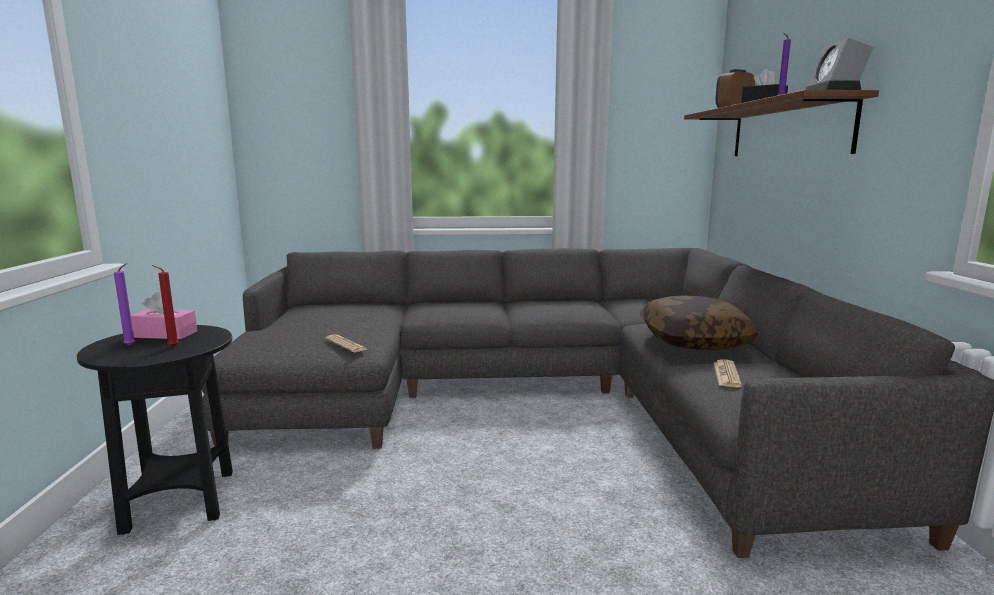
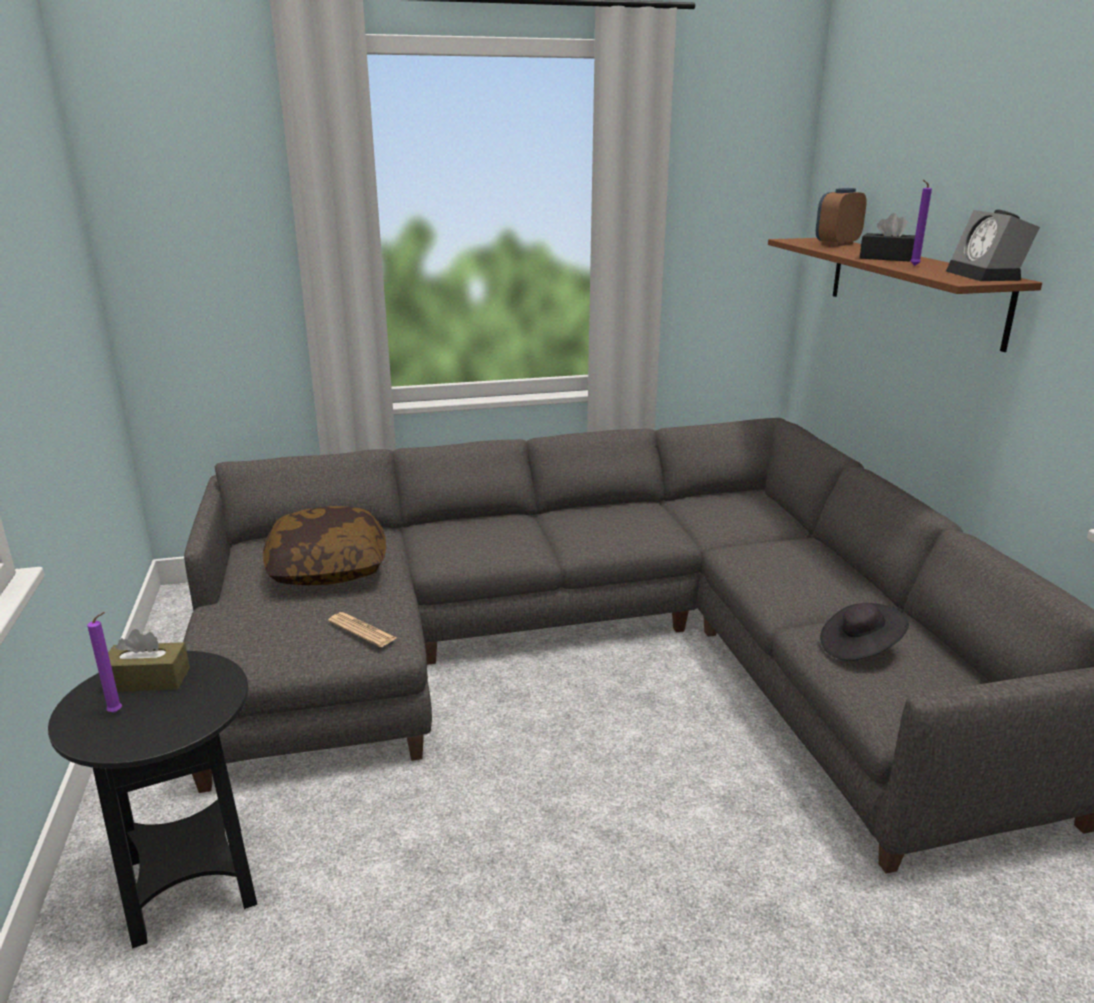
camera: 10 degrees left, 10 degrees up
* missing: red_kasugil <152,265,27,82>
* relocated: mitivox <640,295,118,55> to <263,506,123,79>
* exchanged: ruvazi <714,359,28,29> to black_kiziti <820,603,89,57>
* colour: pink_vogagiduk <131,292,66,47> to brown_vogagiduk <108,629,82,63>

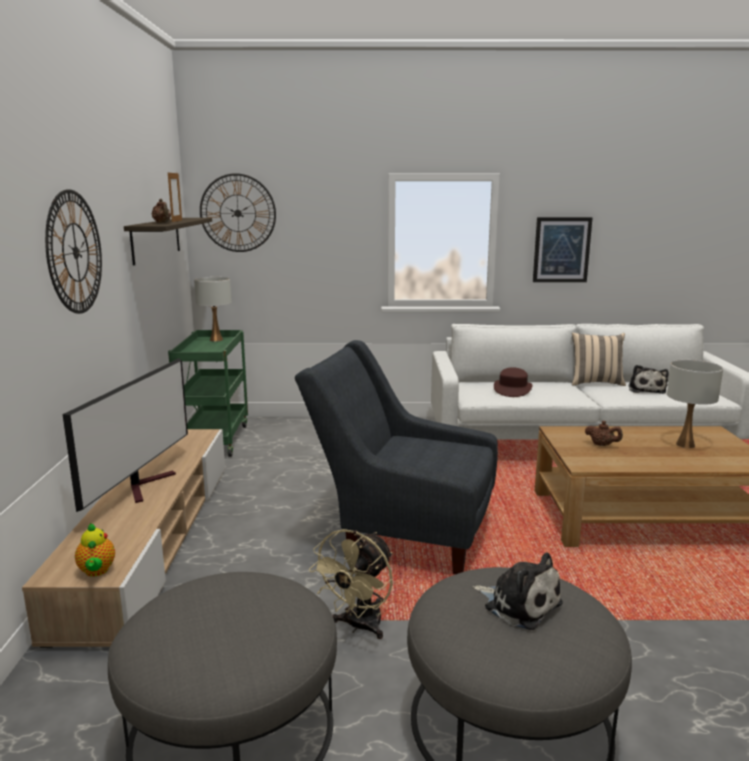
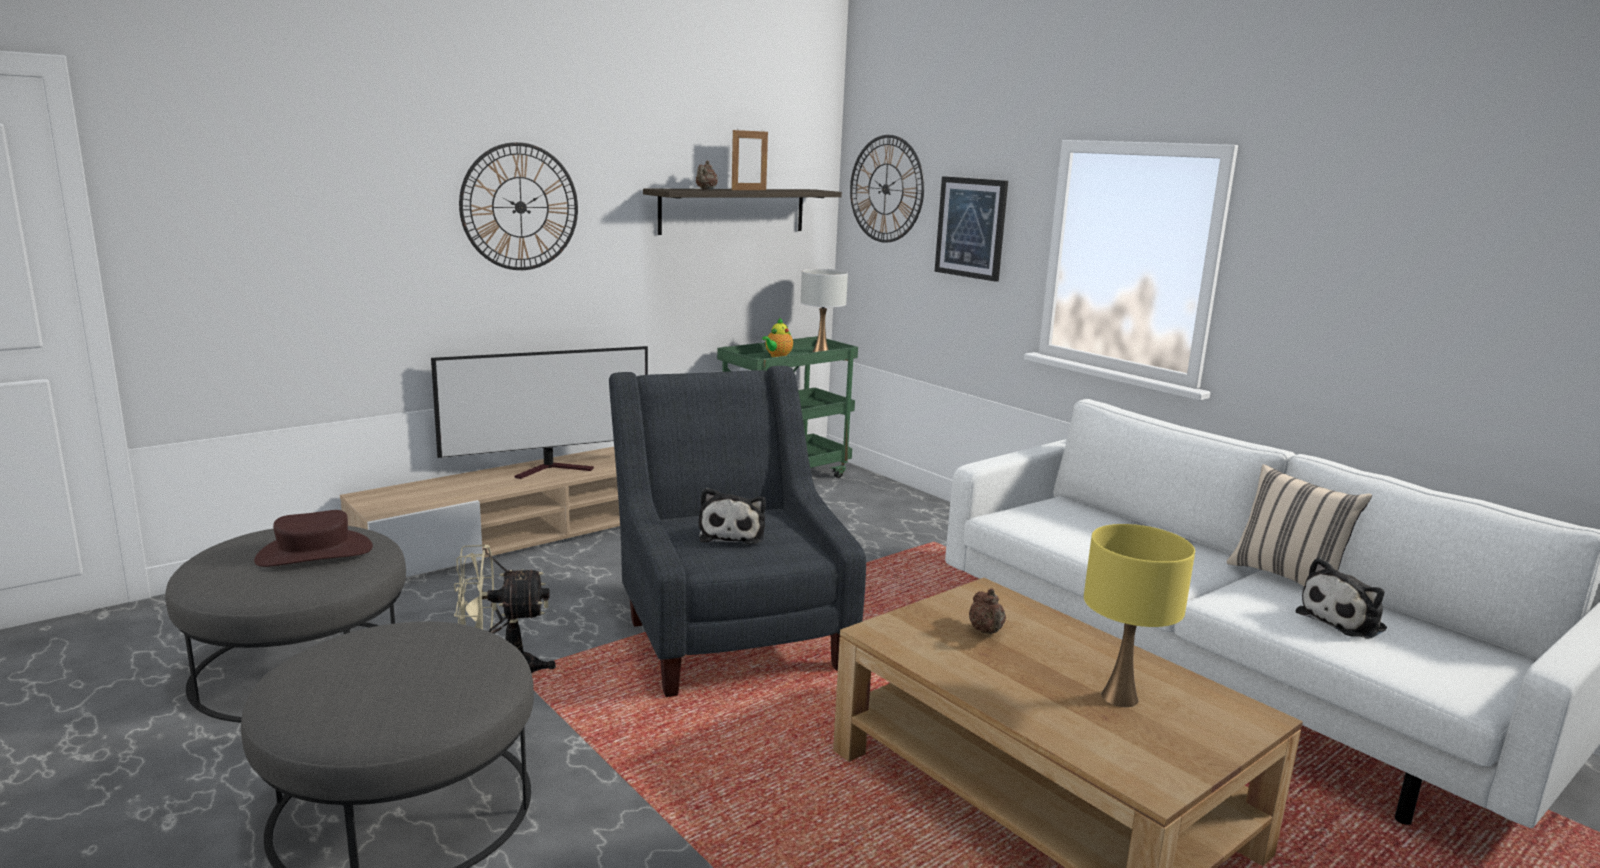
camera: 50 degrees right, 0 degrees up
* relocated: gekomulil <75,523,40,54> to <762,318,31,39>
* relocated: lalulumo <473,553,90,77> to <699,488,67,57>
* relocated: brown_kiziti <494,367,38,30> to <254,510,119,57>
* relocated: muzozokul <533,217,60,65> to <935,176,73,106>
* colour: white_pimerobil <667,360,56,88> to yellow_pimerobil <1084,524,111,183>

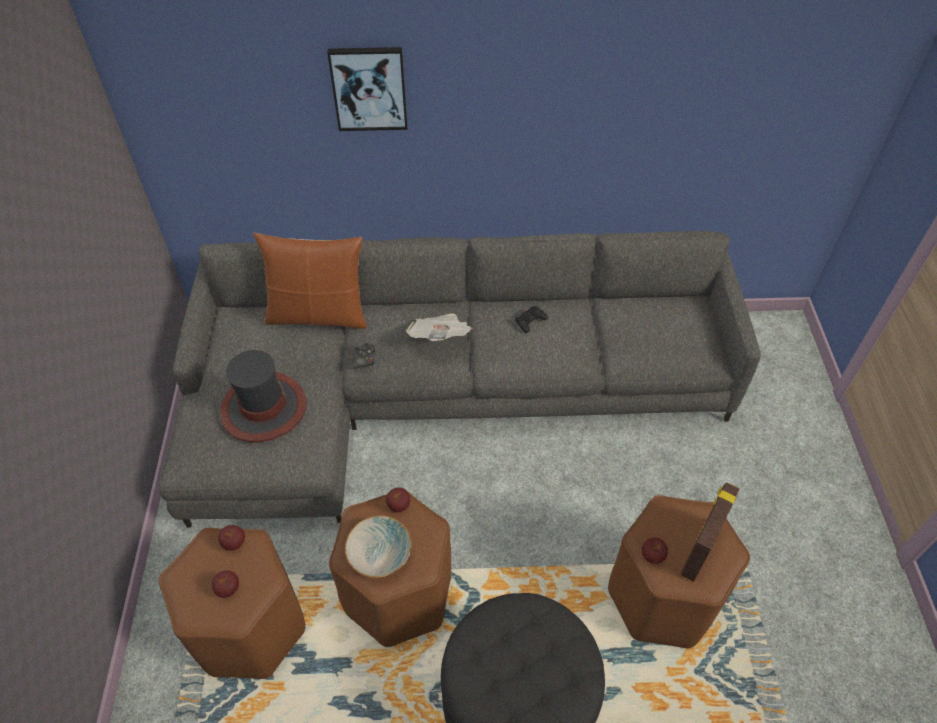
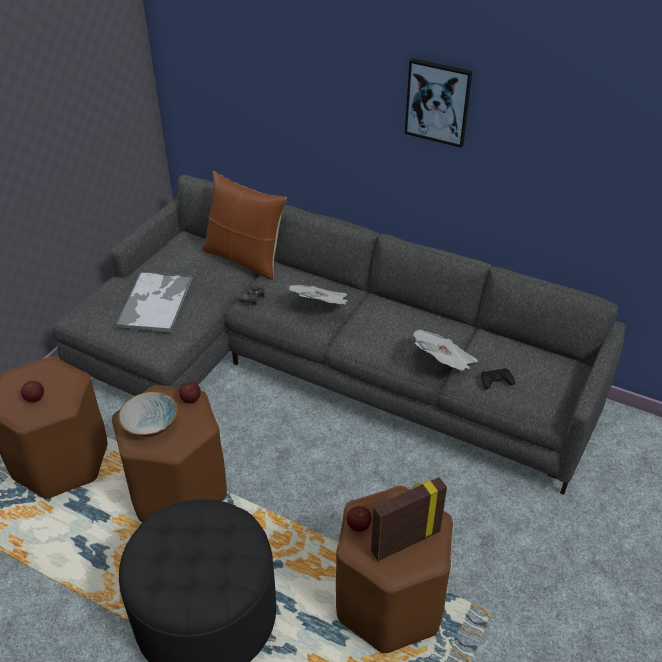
camera: 30 degrees right, 10 degrees down
* missing: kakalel <218,525,27,26>
* appeared: ruvazi <413,330,65,41>
* relocated: muzozokul <327,47,80,84> to <405,58,67,90>
* relocated: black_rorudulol <515,306,33,27> to <481,368,34,21>
* exchanged: kiziti <220,350,87,92> to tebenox <114,272,79,61>

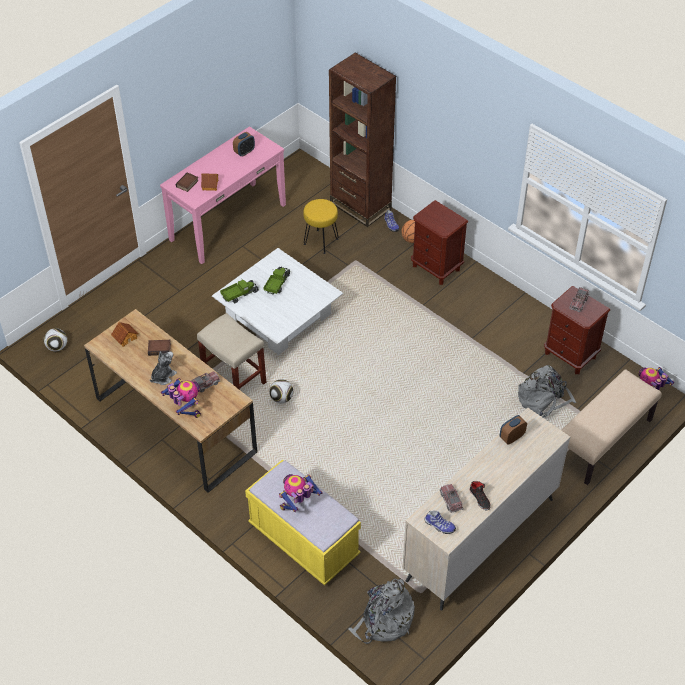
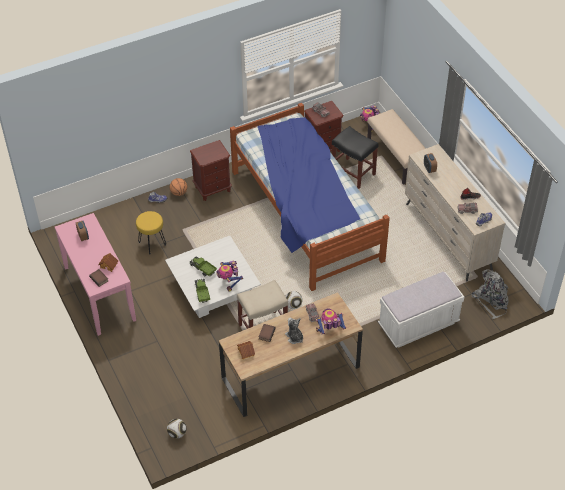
camera: 70 degrees left, 0 degrees up
* missing: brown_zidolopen <329,52,67,175>
* appeared: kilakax <230,103,160,188>
* relocated: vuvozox <279,474,44,38> to <216,261,27,30>
* exchanged: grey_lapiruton <518,365,59,53> to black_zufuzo <332,126,46,63>
* colour: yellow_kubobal <245,460,116,126> to white_kubobal <378,272,86,76>

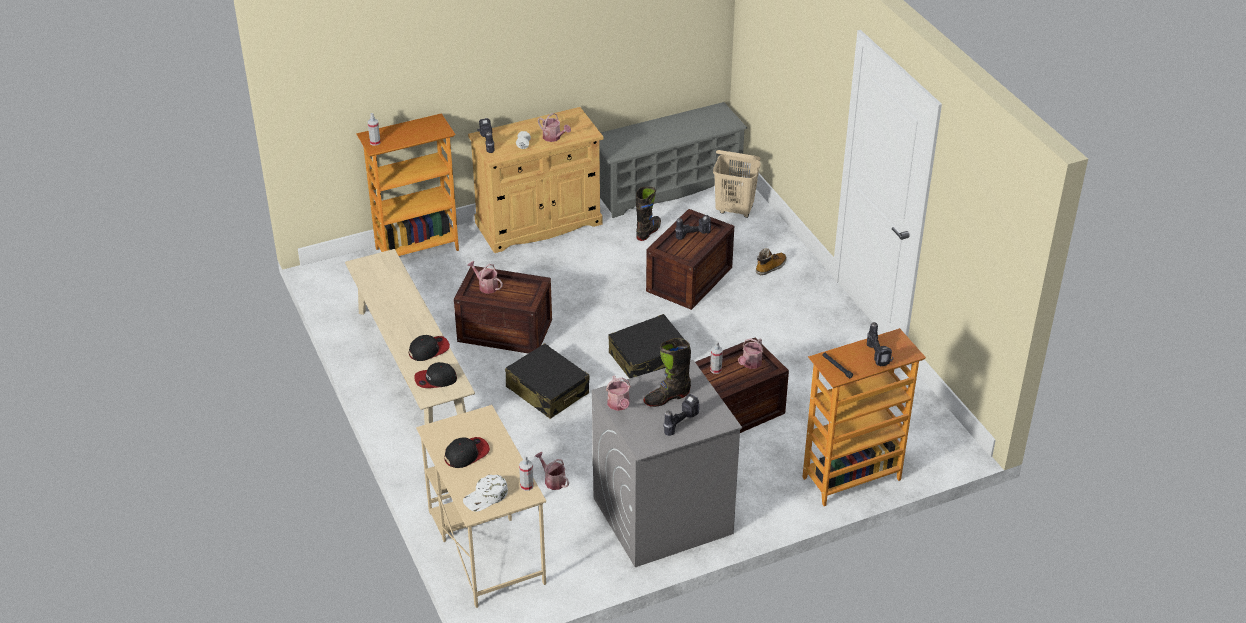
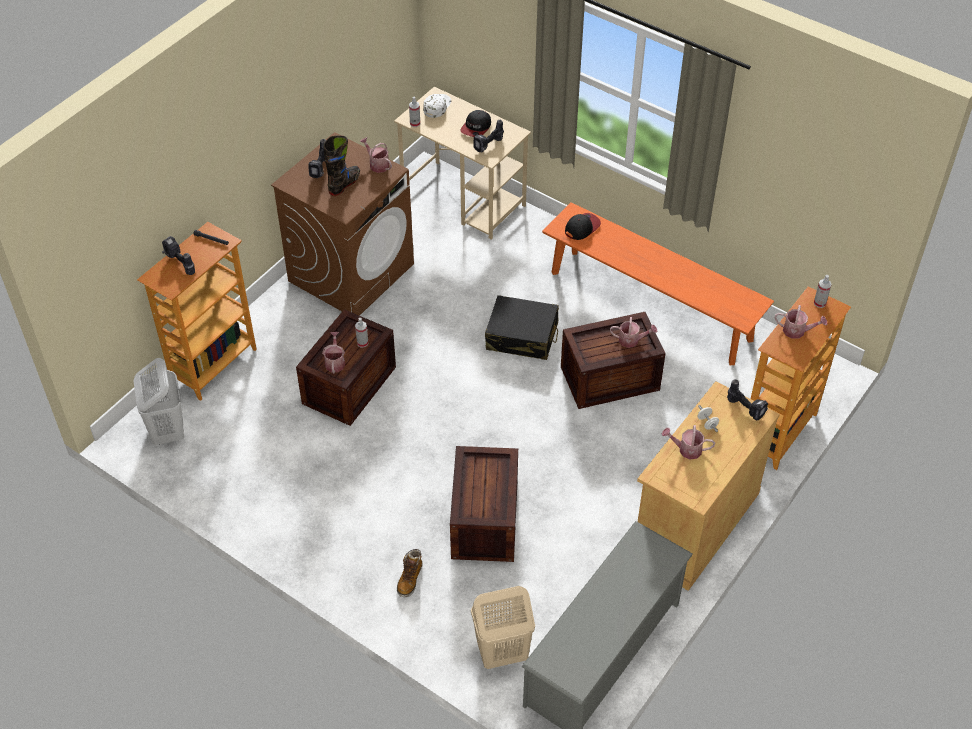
camera: 150 degrees right, 10 degrees up
* missing: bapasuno <409,335,41,26>
* missing: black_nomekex <608,314,76,65>
* missing: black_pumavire <636,187,25,54>
* appeared: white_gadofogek <133,358,51,87>
* relocated: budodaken <535,452,34,38> to <774,305,53,34>
* relocated: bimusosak <675,215,36,25> to <473,120,31,32>
* colour: beige_kubobal <345,249,130,175> to orange_kubobal <542,202,232,163>
* colour: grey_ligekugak <592,360,150,207> to brown_ligekugak <271,132,143,184>

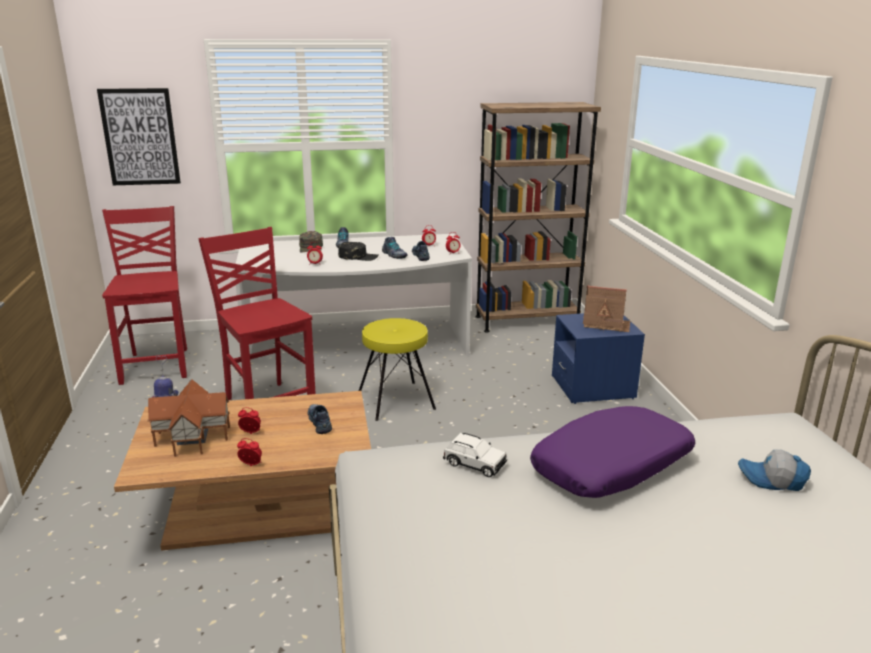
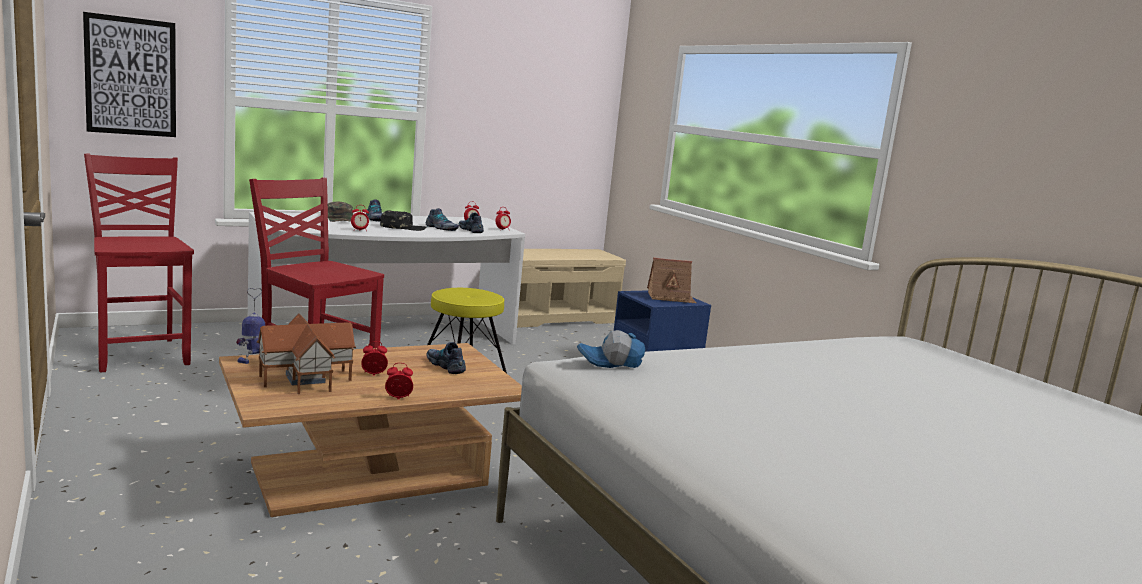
camera: 20 degrees left, 10 degrees down
* missing: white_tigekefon <443,433,64,44>
* missing: purple_mitivox <530,406,165,92>
* relocated: bapasuno <738,450,73,41> to <577,330,68,38>
* exchanged: brown_zidolopen <475,102,126,231> to beige_kubobal <517,249,109,79>

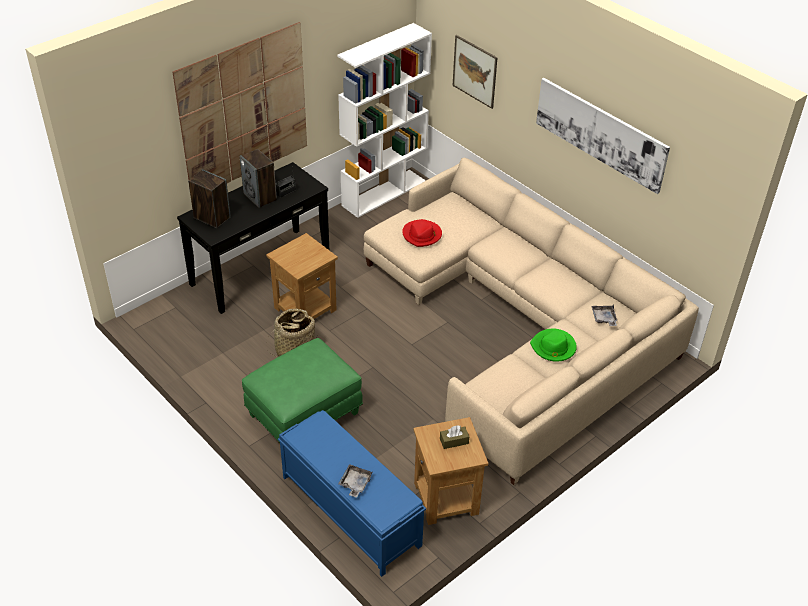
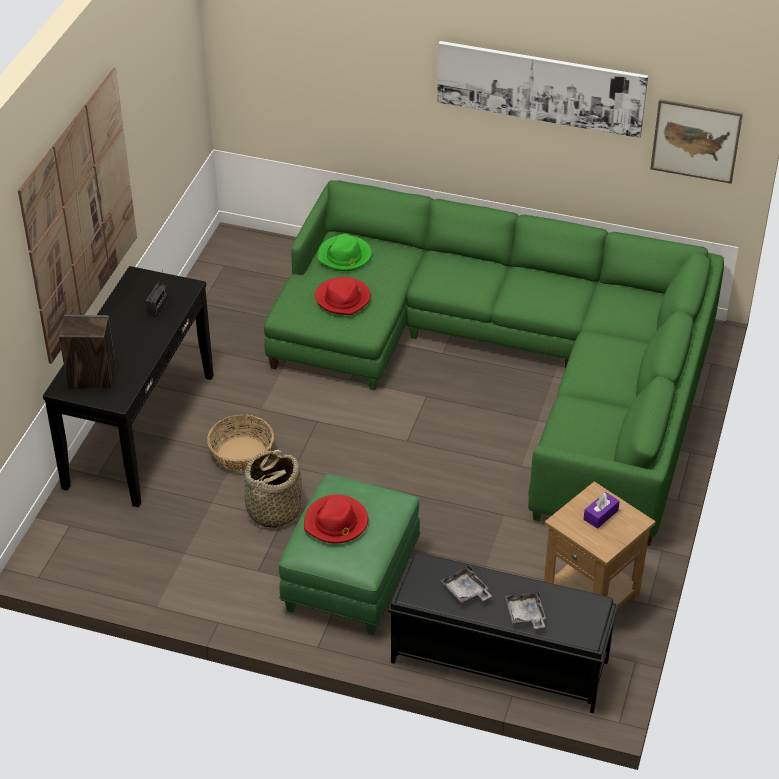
camera: 30 degrees left, 0 degrees up
* missing: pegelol <240,149,37,59>
* missing: white_zidolopen <337,23,95,195>
* appeared: red_kiziti <304,494,64,49>
* relocated: muzozokul <452,35,46,74> to <650,99,93,85>
* relocated: green_kiziti <530,329,47,33> to <317,234,55,37>
* relocated: grey_tebenox <591,305,26,21> to <440,565,52,38>
* exchanged: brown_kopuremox <266,233,72,86> to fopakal <207,415,67,57>
* colour: blue_kubobal <278,410,148,167> to black_kubobal <389,553,229,160>
* colour: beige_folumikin <364,158,335,327> to green_folumikin <264,180,460,366>
* colour: brown_vogagiduk <440,425,29,24> to purple_vogagiduk <584,492,36,37>

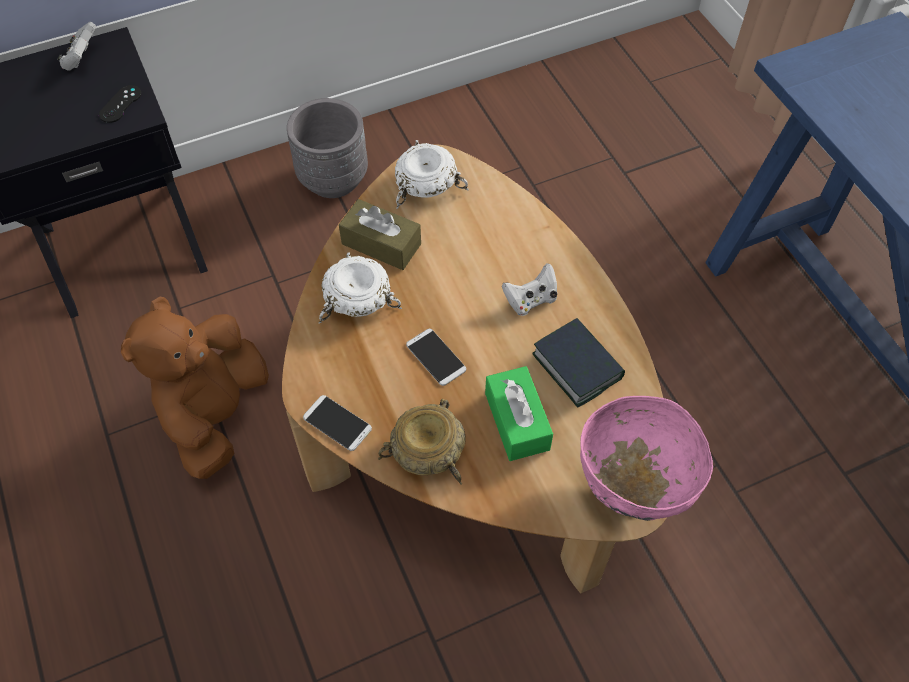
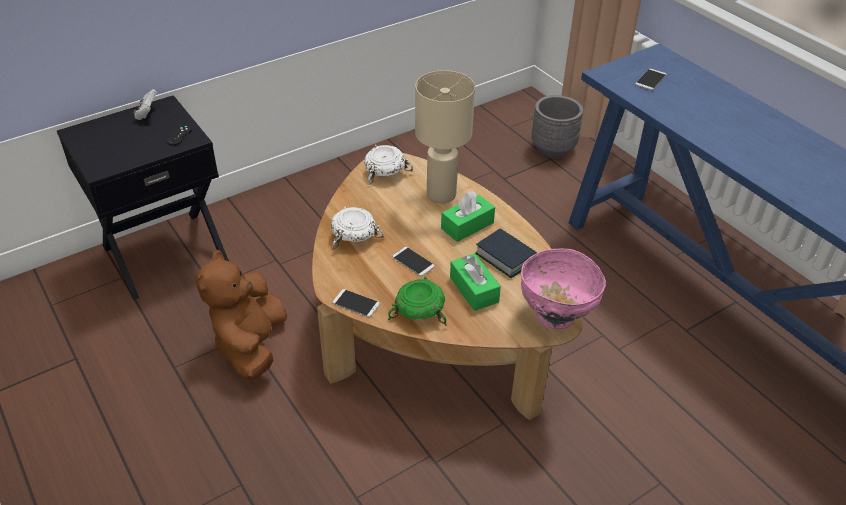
camera: 10 degrees left, 15 degrees down
* missing: brown_vogagiduk <339,199,82,71>
* appeared: beige_pimerobil <415,70,60,133>
* appeared: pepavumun <635,68,32,22>
* relocated: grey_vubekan <287,98,81,100> to <531,95,52,63>
* exchanged: white_rorudulol <502,263,55,53> to green_vogagiduk <441,191,54,51>
* colour: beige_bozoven <378,399,88,86> to green_bozoven <388,276,59,50>

